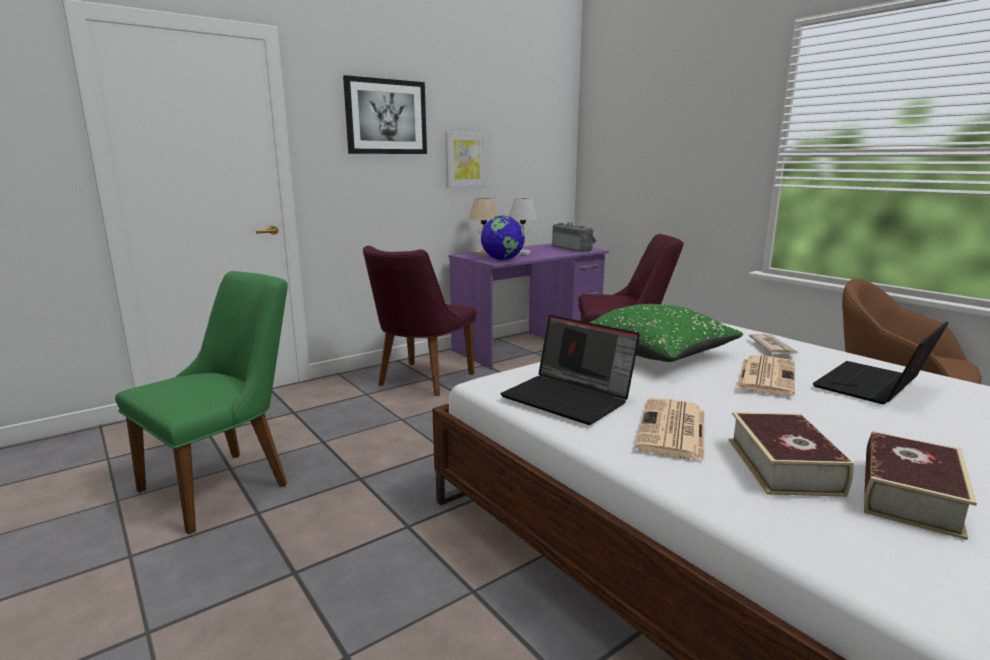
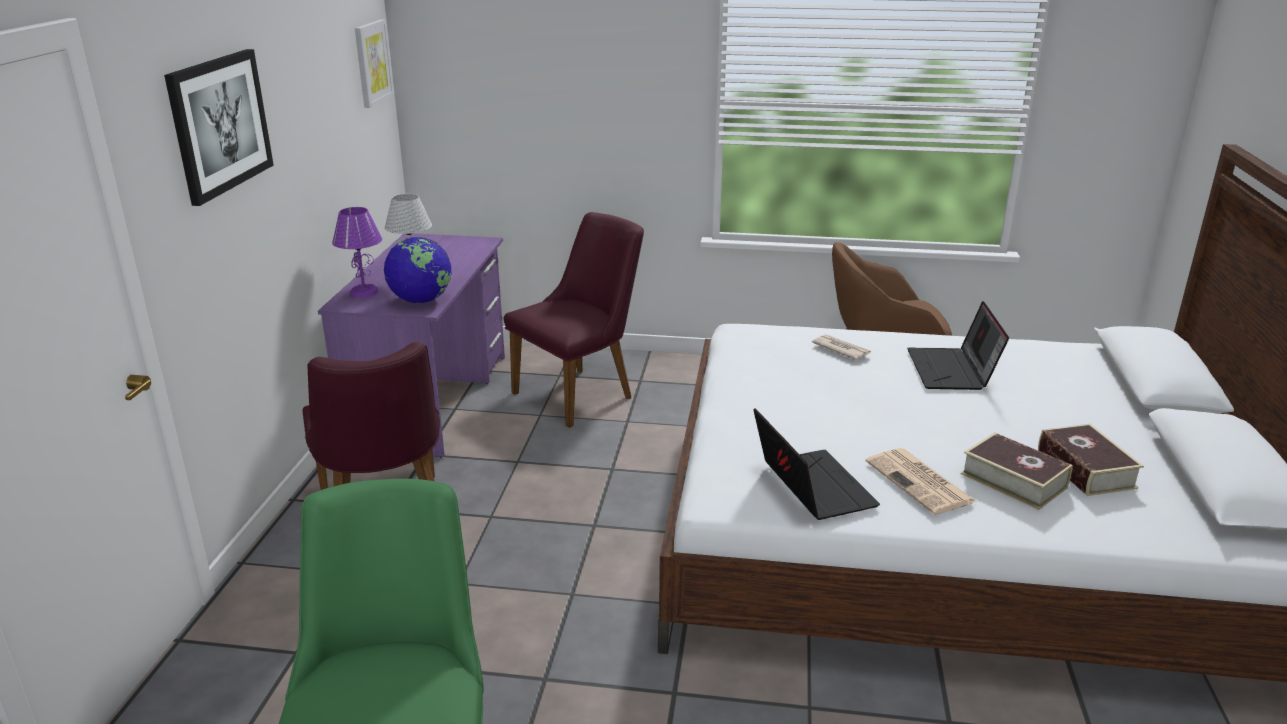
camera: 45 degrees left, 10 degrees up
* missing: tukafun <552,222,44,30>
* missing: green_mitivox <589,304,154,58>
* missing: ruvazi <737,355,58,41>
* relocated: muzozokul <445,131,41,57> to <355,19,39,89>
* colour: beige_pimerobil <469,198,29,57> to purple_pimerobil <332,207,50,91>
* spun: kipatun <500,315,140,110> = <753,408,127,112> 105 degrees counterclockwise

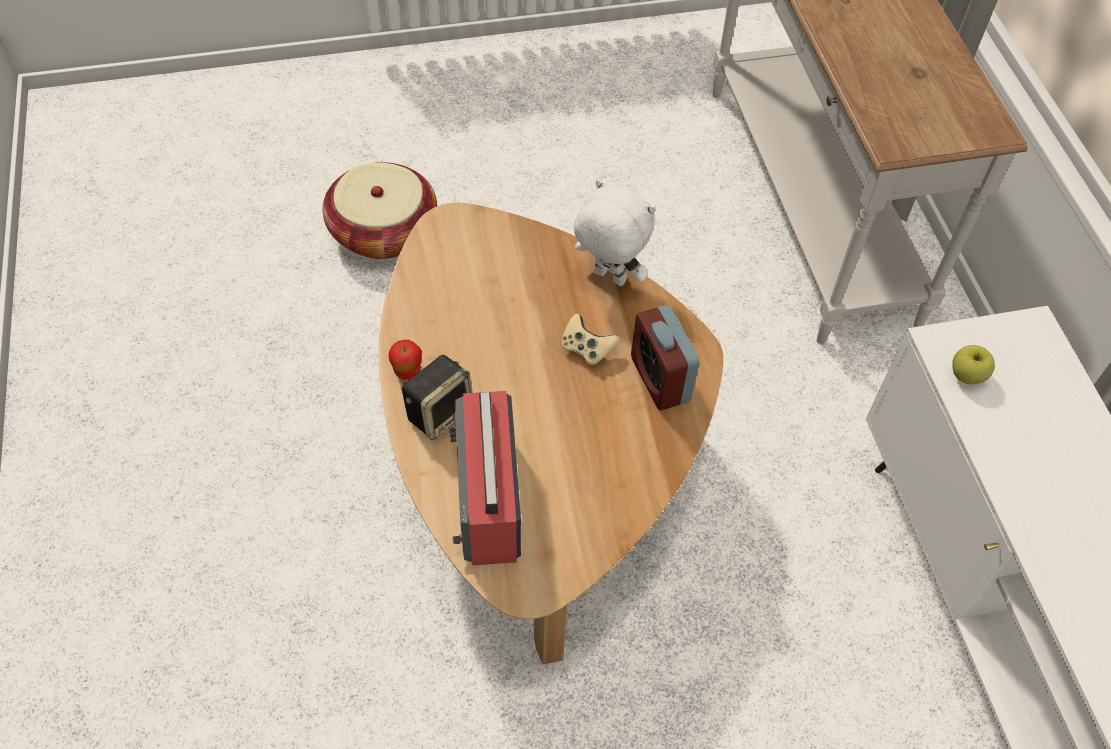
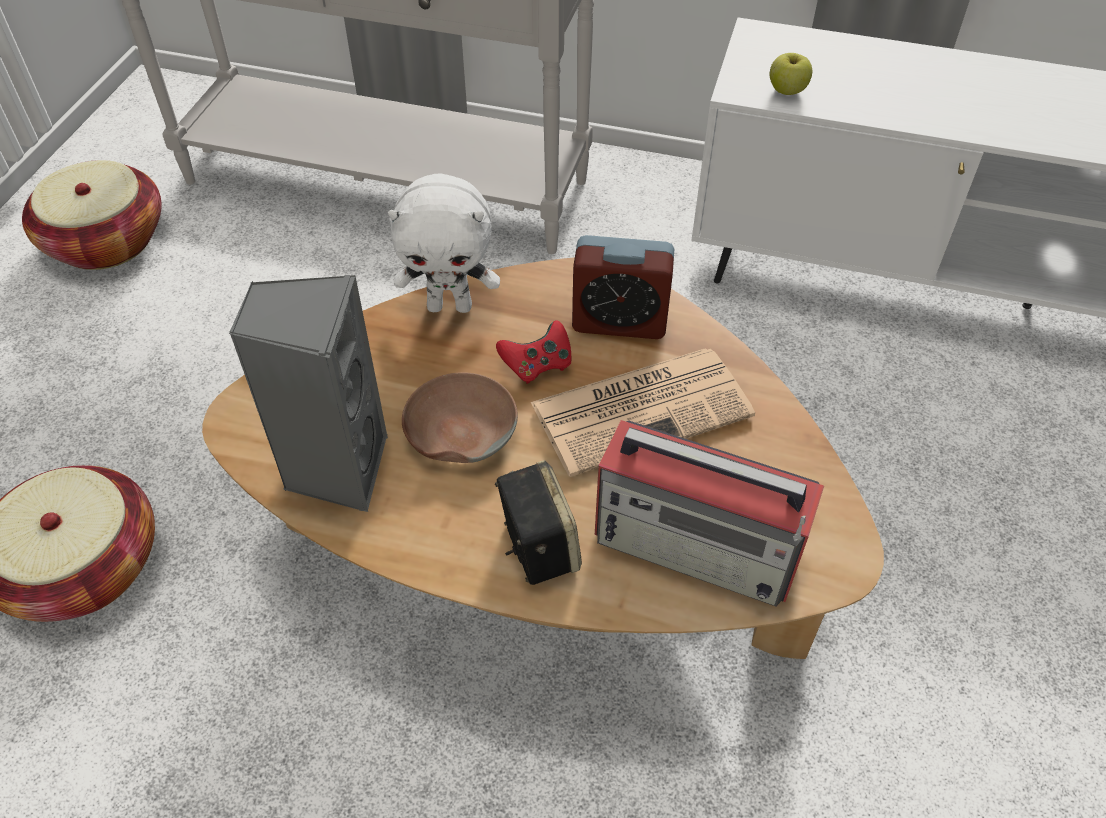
camera: 60 degrees left, 5 degrees down
* missing: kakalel <388,340,34,40>
* appeared: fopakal <22,160,140,110>
* appeared: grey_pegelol <229,275,159,237>
* appeared: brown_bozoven <402,372,116,91>
* appeared: ruvazi <530,348,225,129>
* colour: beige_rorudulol <561,314,59,52> to red_rorudulol <496,320,76,64>
* spun: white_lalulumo <574,180,82,106> = <388,173,112,140> 150 degrees counterclockwise

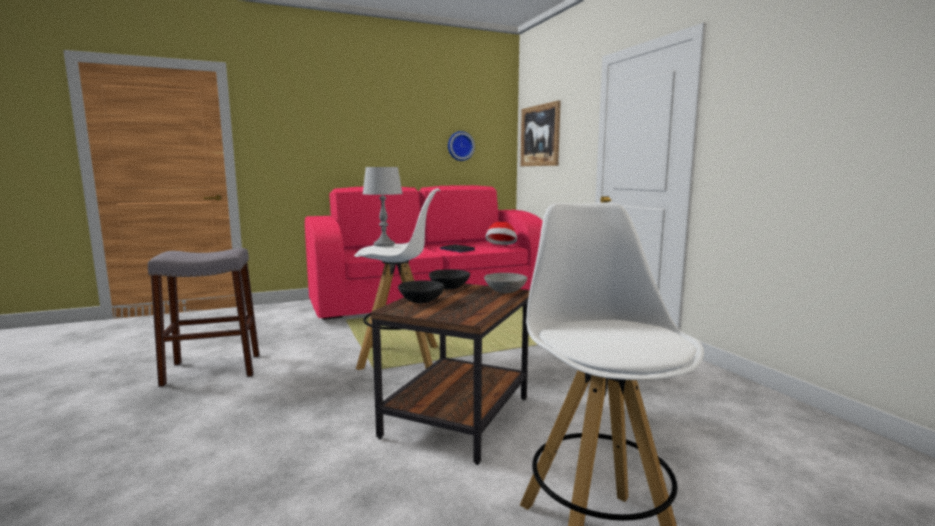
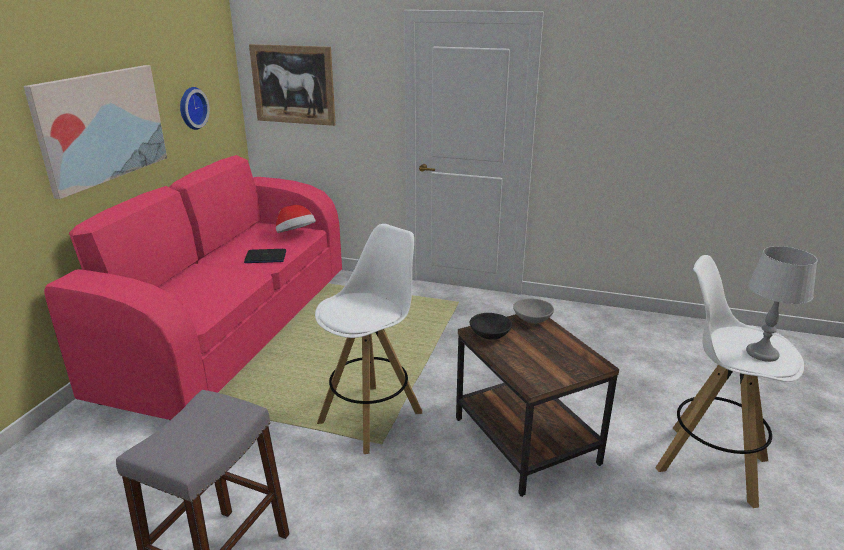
camera: 50 degrees left, 15 degrees up
* missing: black_bozoven <398,281,46,22>
* appeared: muzozokul <24,65,143,134>
* relocated: grey_pimerobil <363,167,40,79> to <746,246,72,116>

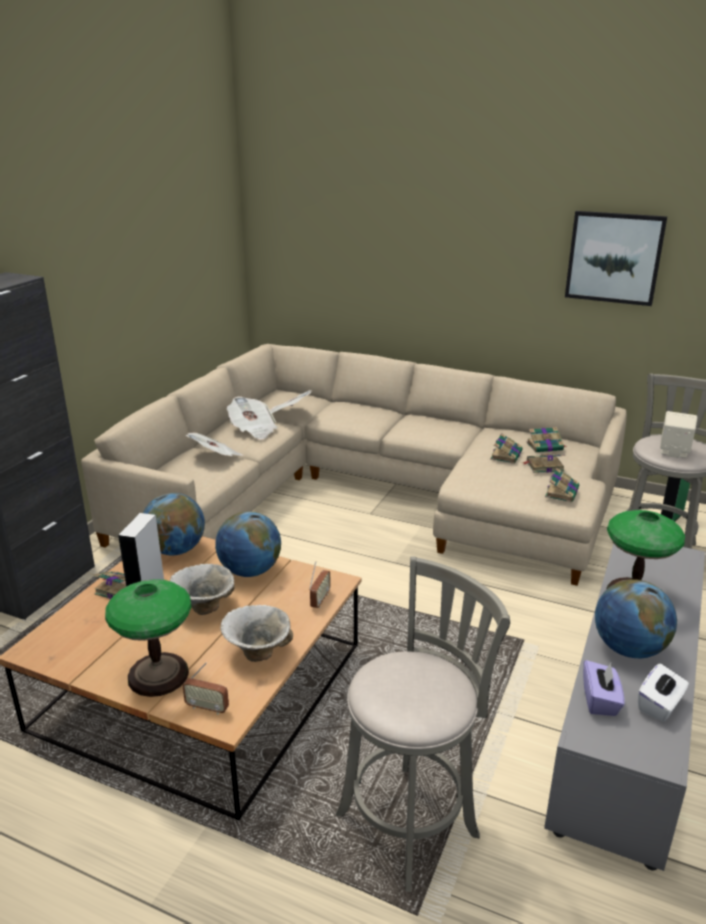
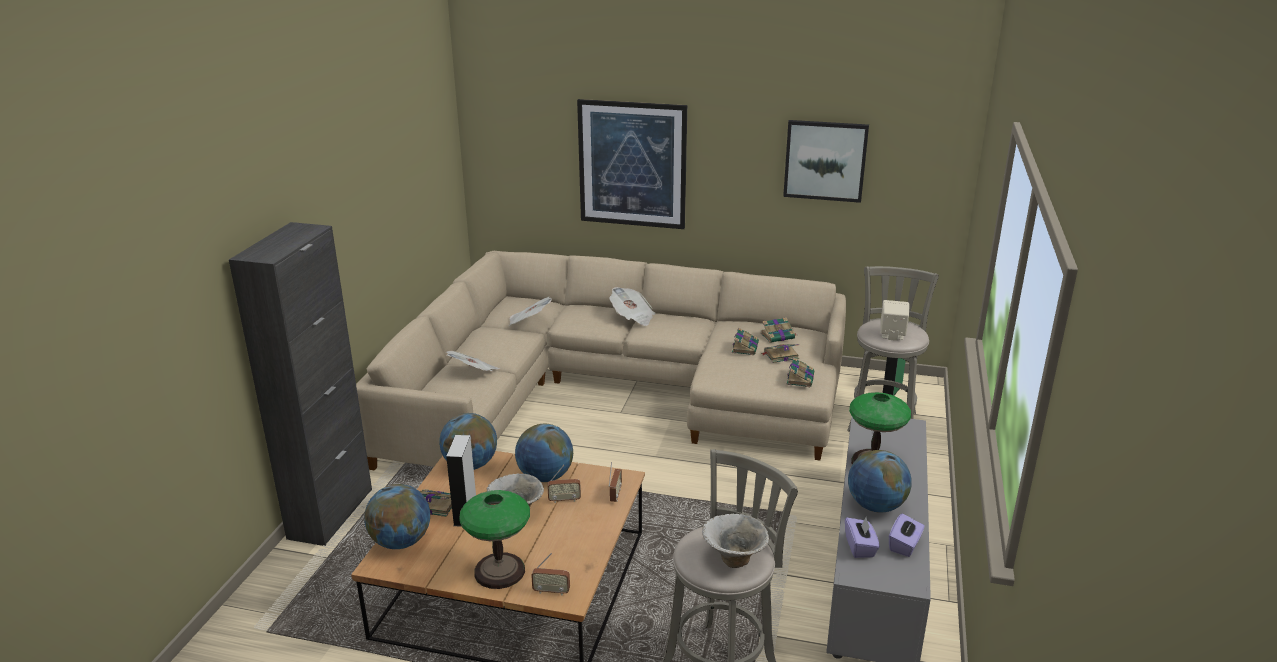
camera: 10 degrees left, 0 degrees up
* appeared: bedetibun <364,484,66,65>
* appeared: tukafun <547,465,34,38>
* appeared: muzozokul <577,99,110,130>
* relocated: bozoven <220,605,73,57> to <702,514,67,54>
* relocated: ruvazi <227,396,51,44> to <609,287,46,39>
* colour: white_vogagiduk <638,664,51,58> to purple_vogagiduk <889,514,36,43>

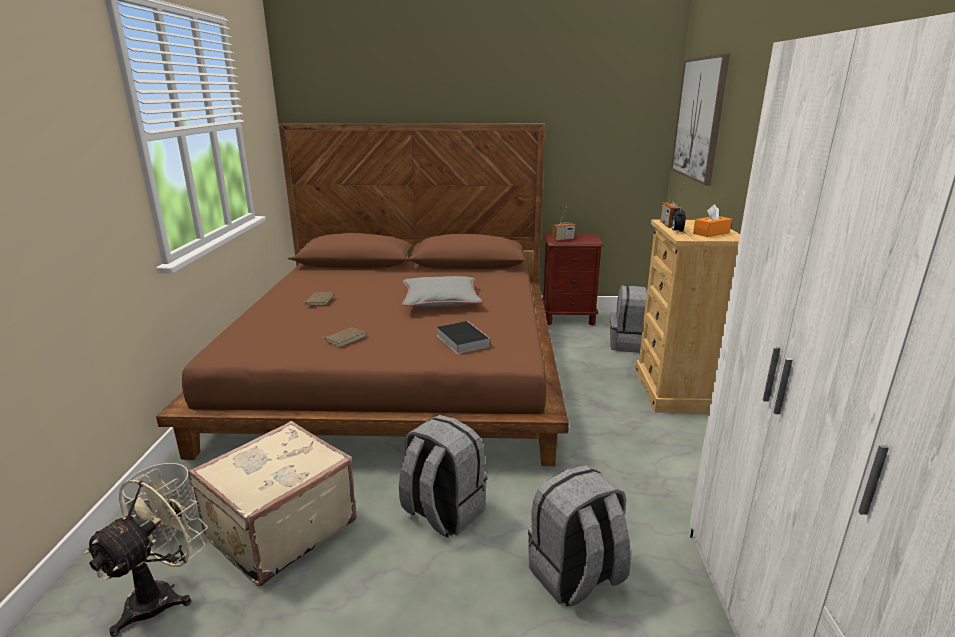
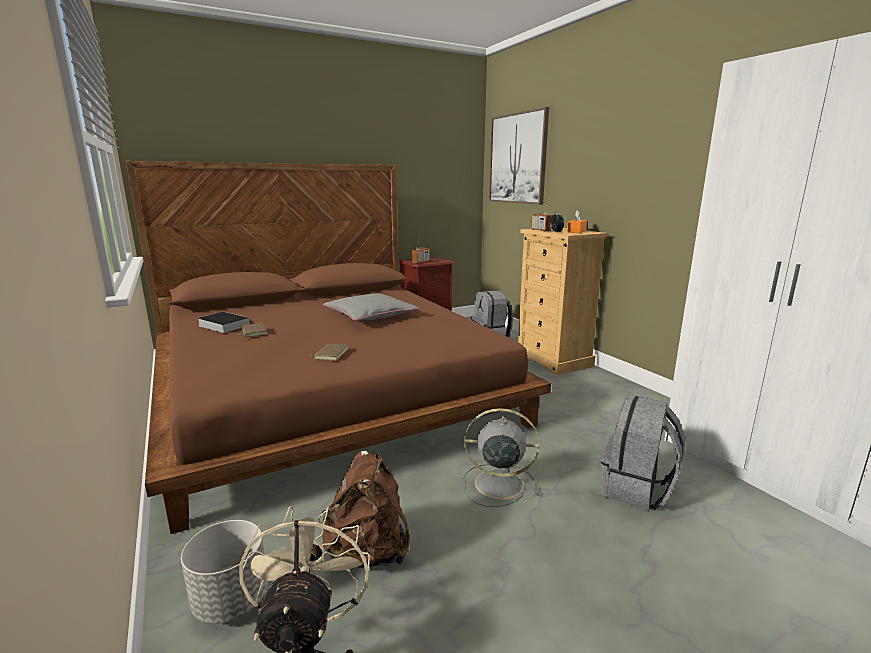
camera: 30 degrees left, 5 degrees down
* relocated: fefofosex <437,321,53,33> to <197,312,54,21>
* exchanged: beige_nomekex <188,421,169,165> to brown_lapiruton <321,451,89,117>
* exchanged: grey_lapiruton <399,415,88,122> to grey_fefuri <463,408,77,99>

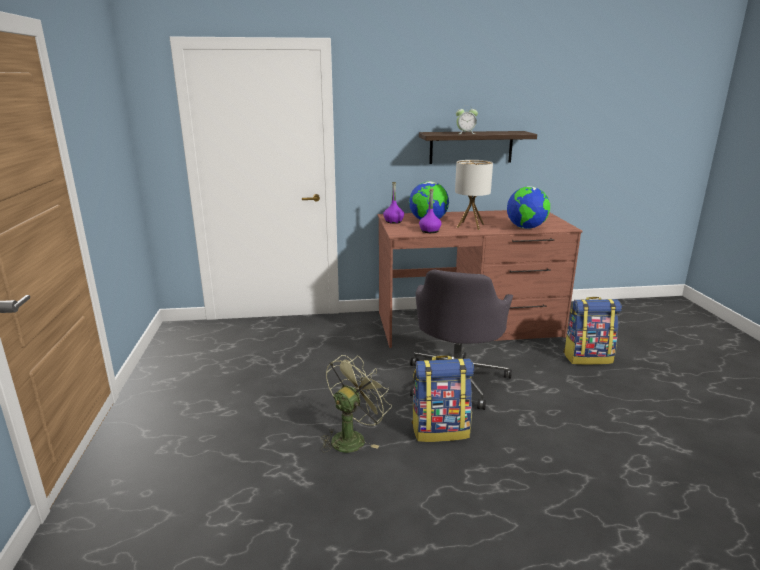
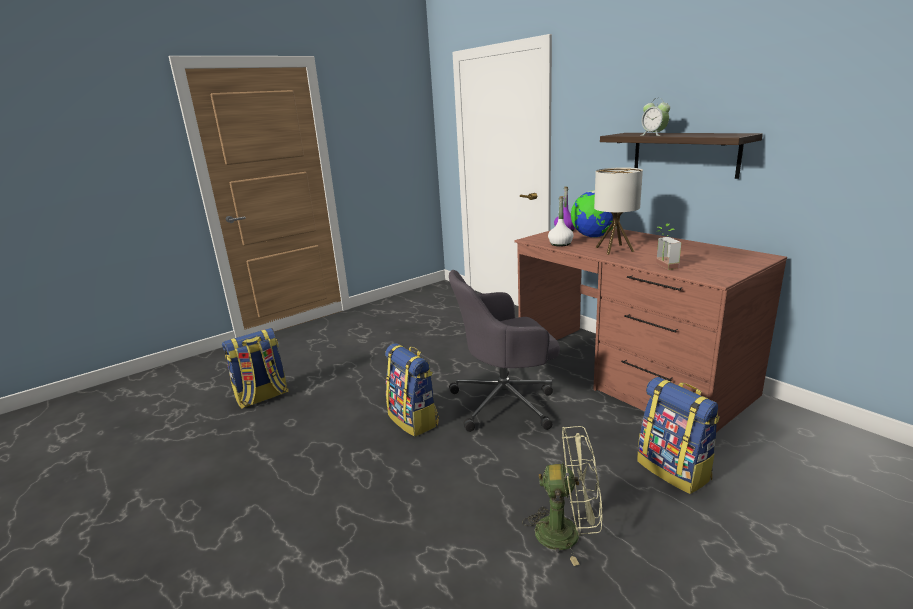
camera: 60 degrees right, 0 degrees up
* appeared: lapiruton <222,328,67,81>
* relocated: green_fefuri <321,355,71,98> to <522,426,80,140>
* exchanged: bedetibun <507,186,43,43> to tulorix <656,224,25,46>
* colour: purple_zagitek <419,189,23,44> to white_zagitek <548,196,26,50>

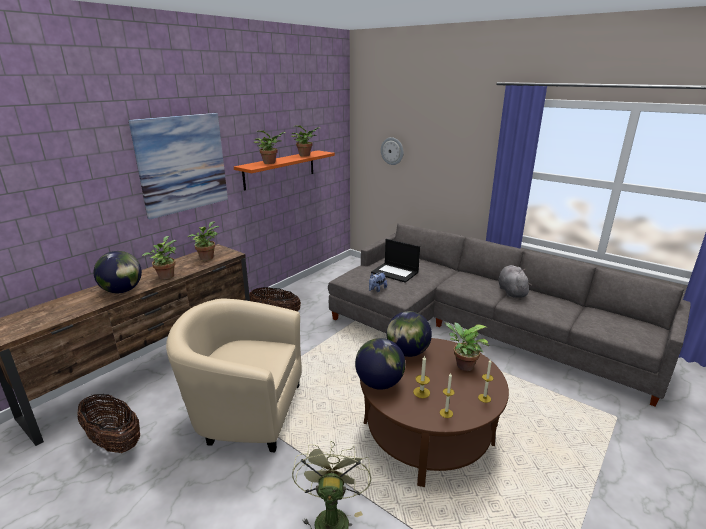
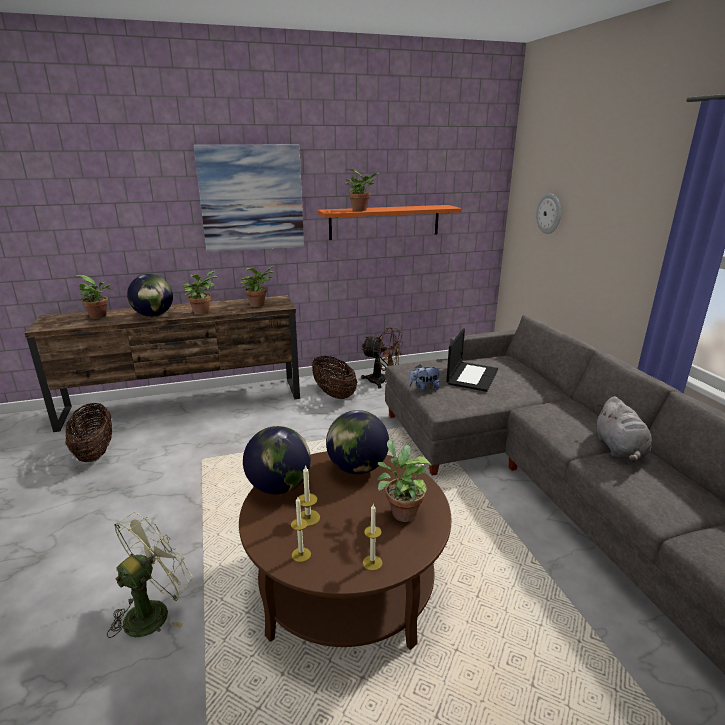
camera: 35 degrees right, 0 degrees up
* missing: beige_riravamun <166,299,136,154>
* appeared: brown_fefuri <361,327,43,61>
* relocated: tulorix <291,126,29,31> to <75,275,36,44>
* spun: kipatun <371,239,49,44> = <446,328,52,64> 135 degrees counterclockwise
* spun: grey_lalulumo <498,265,34,33> = <597,396,55,66> 150 degrees clockwise

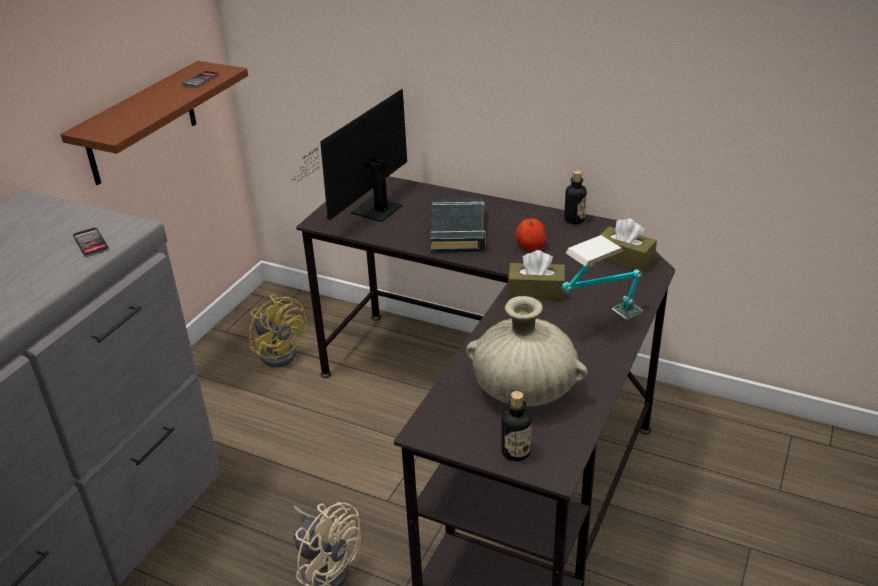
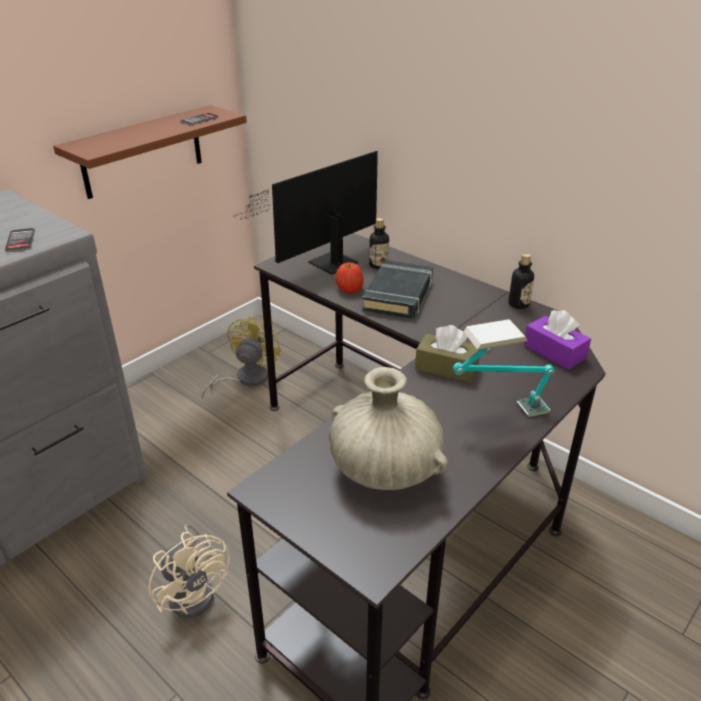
camera: 15 degrees right, 0 degrees up
* relocated: zagitek <501,391,31,70> to <369,218,20,51>
* relocated: kakalel <515,218,31,33> to <335,262,28,31>
* colour: brown_vogagiduk <599,218,58,54> to purple_vogagiduk <524,310,67,60>
* spun: yellow_fefuri <249,295,58,72> = <202,315,80,84> 135 degrees counterclockwise

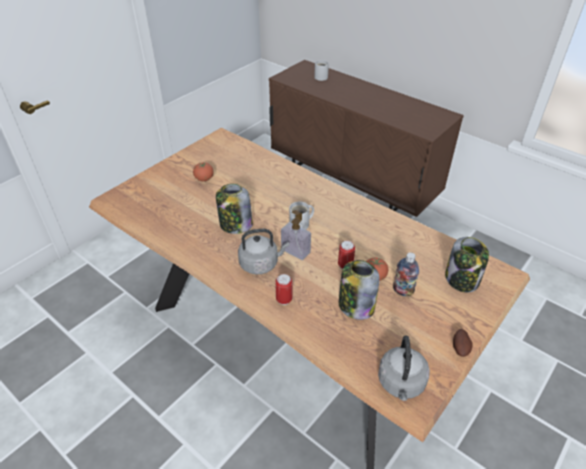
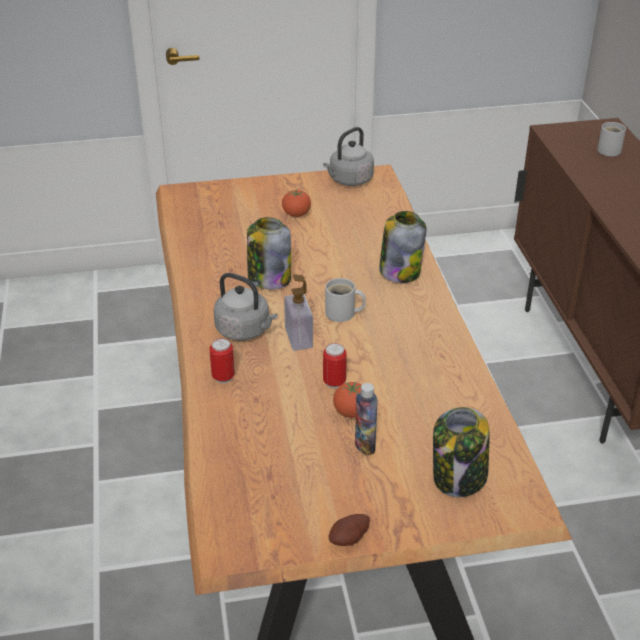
camera: 40 degrees right, 5 degrees down
* relocated: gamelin <339,260,41,60> to <379,211,47,72>
* relocated: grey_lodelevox <378,336,52,65> to <323,127,51,59>

